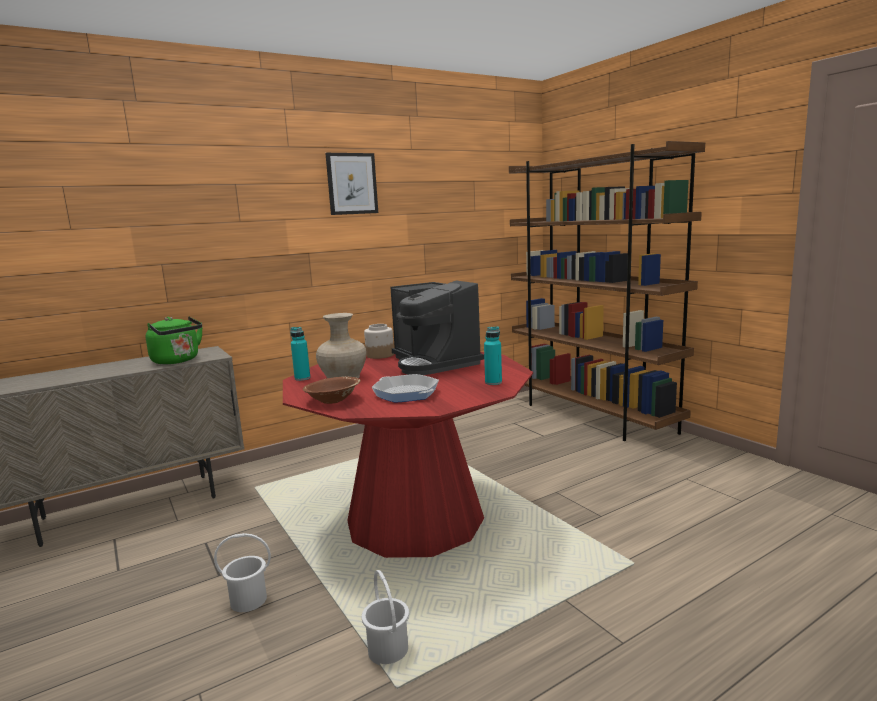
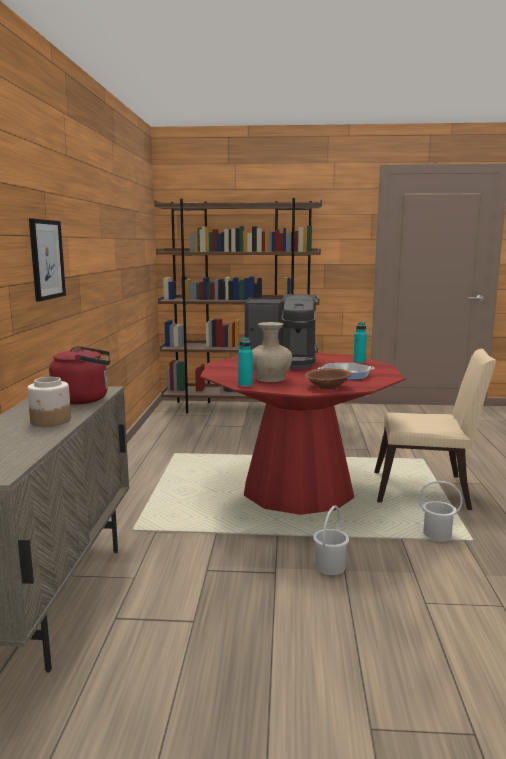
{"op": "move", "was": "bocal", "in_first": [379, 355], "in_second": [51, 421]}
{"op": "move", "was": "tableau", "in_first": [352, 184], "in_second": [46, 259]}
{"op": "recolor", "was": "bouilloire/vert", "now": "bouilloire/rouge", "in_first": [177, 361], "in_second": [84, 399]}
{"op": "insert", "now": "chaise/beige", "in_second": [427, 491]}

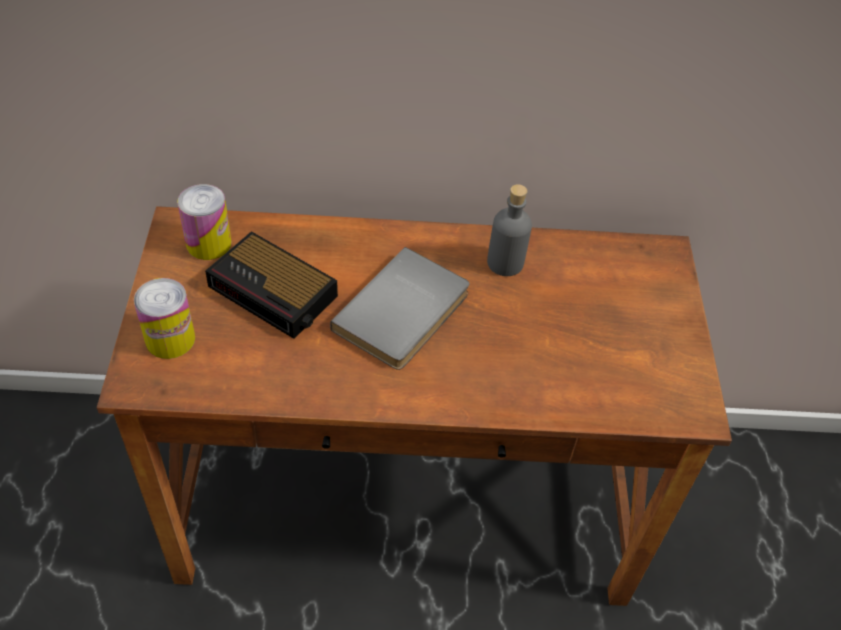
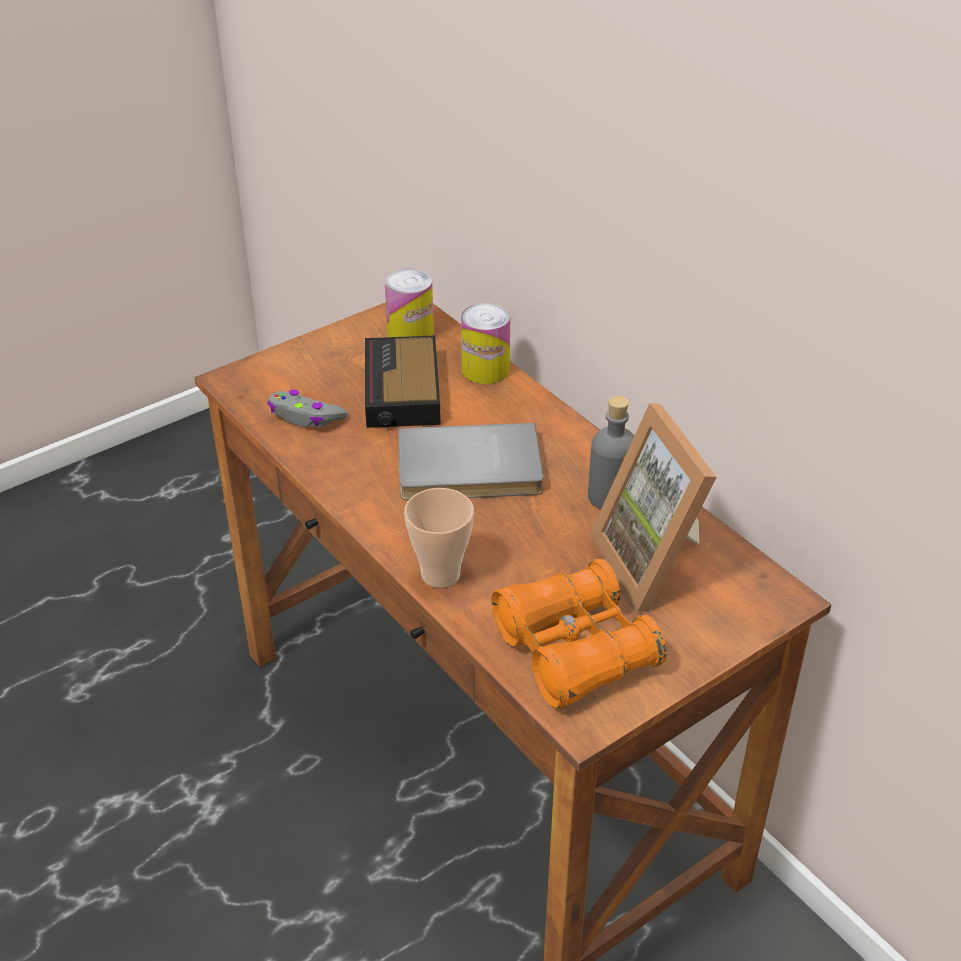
{"op": "insert", "now": "manette/gris", "in_second": [305, 417]}
{"op": "insert", "now": "tasse", "in_second": [440, 574]}
{"op": "move", "was": "boîte métallique", "in_first": [170, 339], "in_second": [485, 369]}
{"op": "insert", "now": "jumelles/orange", "in_second": [574, 650]}
{"op": "insert", "now": "cadre photo", "in_second": [657, 562]}

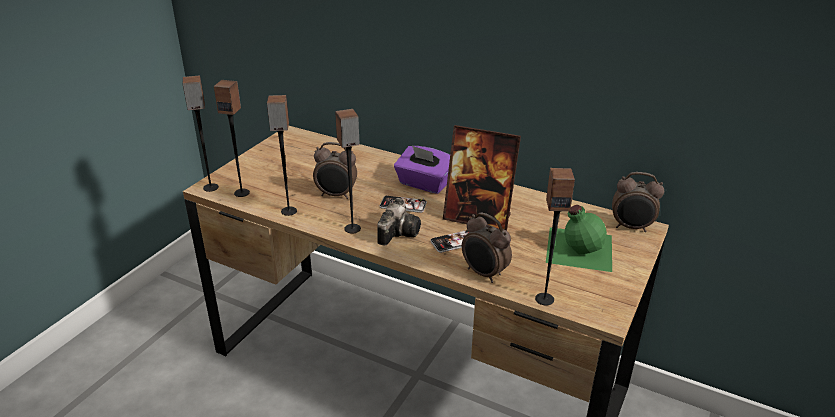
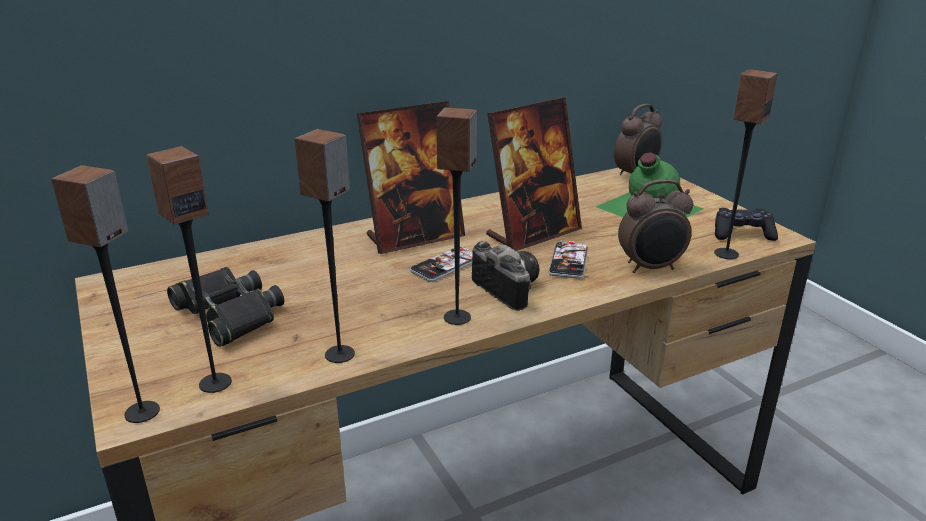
{"op": "insert", "now": "jumelles/noir", "in_second": [228, 314]}
{"op": "replace", "was": "boîte à mouchoirs/violet", "now": "cadre photo", "in_first": [424, 184], "in_second": [414, 237]}
{"op": "insert", "now": "manette/noir", "in_second": [742, 234]}
{"op": "delete", "was": "réveil", "in_first": [336, 195]}

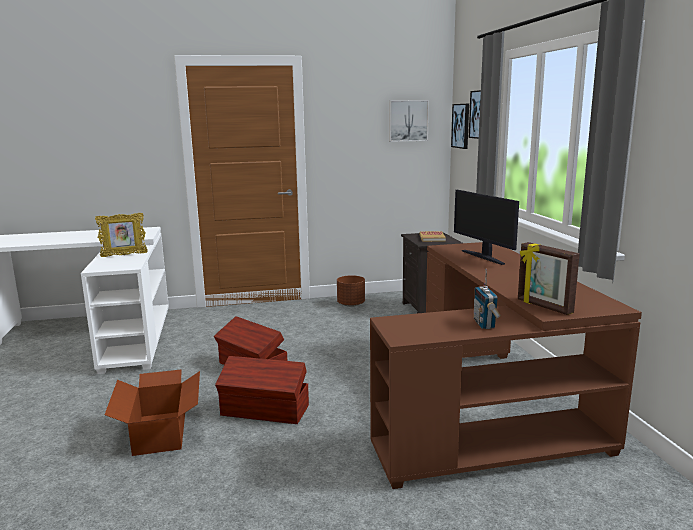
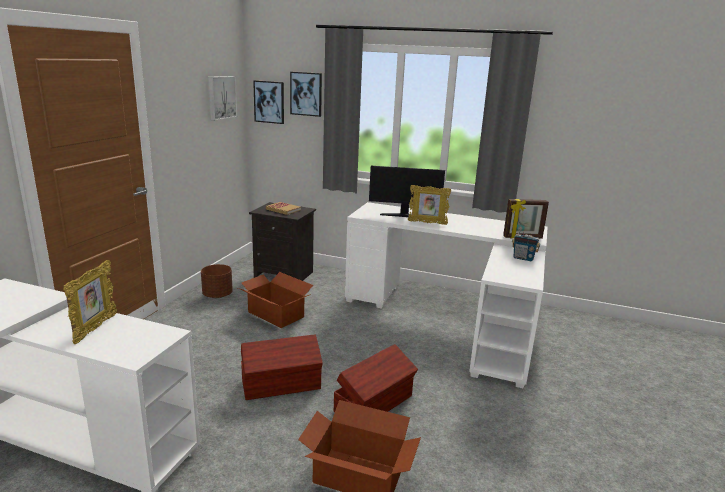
{"op": "insert", "now": "carton", "in_second": [276, 314]}
{"op": "recolor", "was": "bureau/marron", "now": "bureau/blanc", "in_first": [492, 406], "in_second": [453, 318]}
{"op": "insert", "now": "cadre photo", "in_second": [427, 223]}

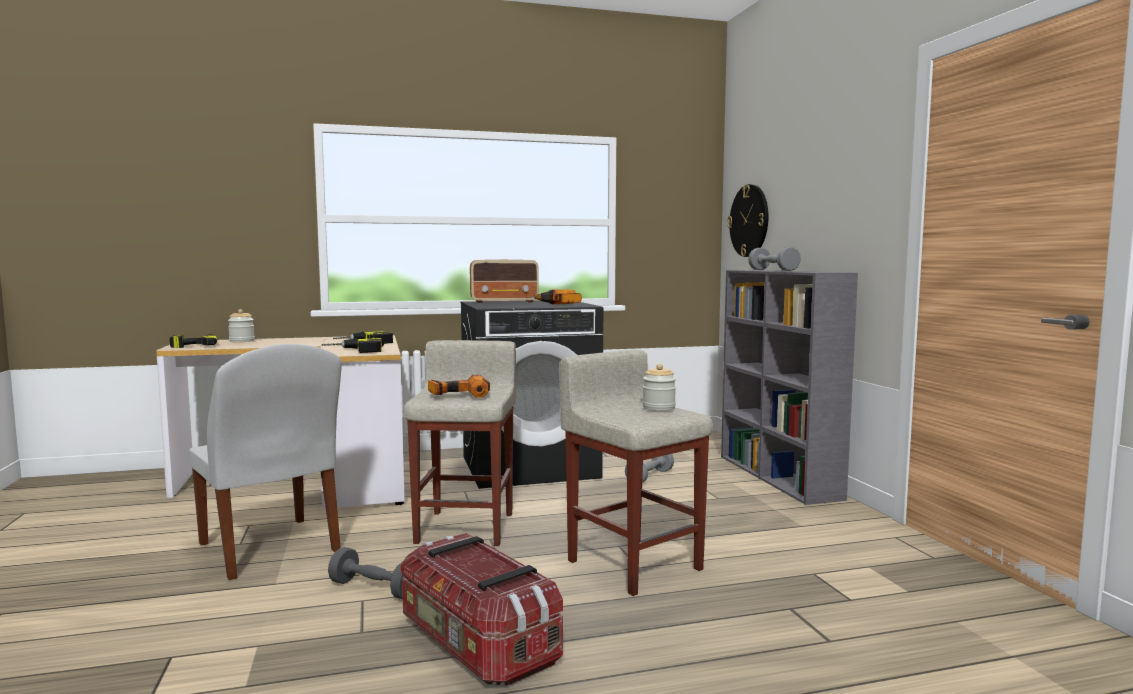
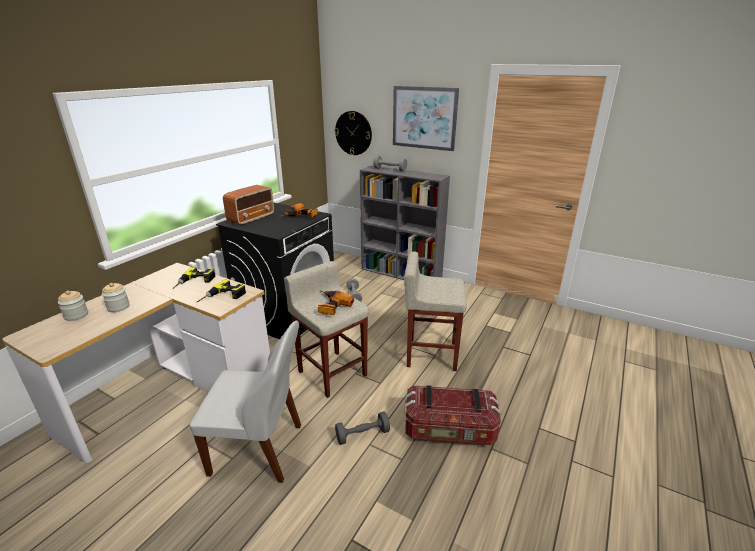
{"op": "move", "was": "bocal", "in_first": [659, 407], "in_second": [118, 307]}
{"op": "insert", "now": "tableau", "in_second": [424, 118]}
{"op": "delete", "was": "perceuse", "in_first": [195, 344]}

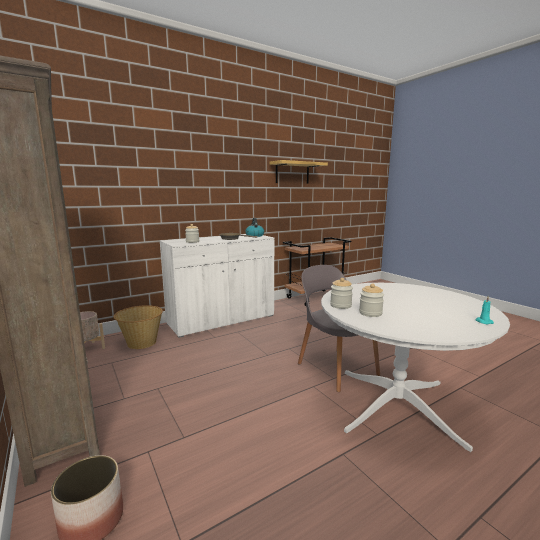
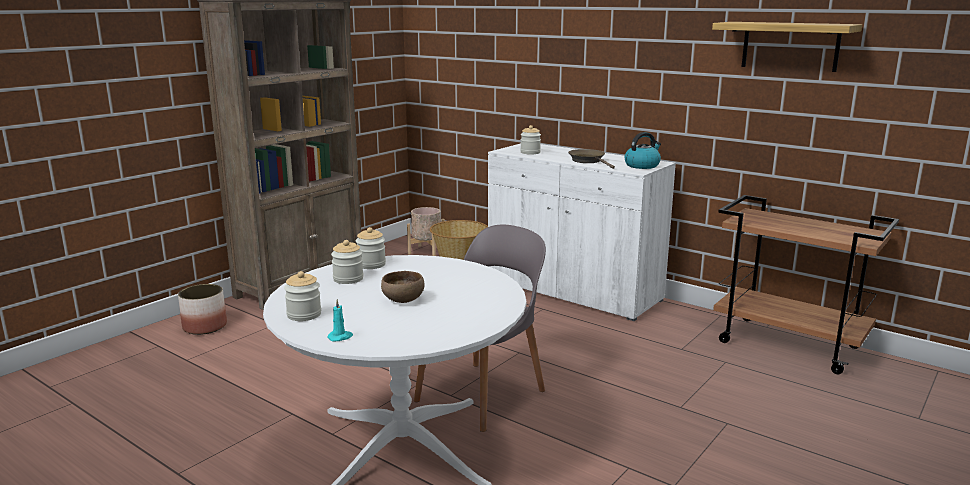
{"op": "insert", "now": "bocal", "in_second": [304, 315]}
{"op": "insert", "now": "bol/marron", "in_second": [402, 300]}

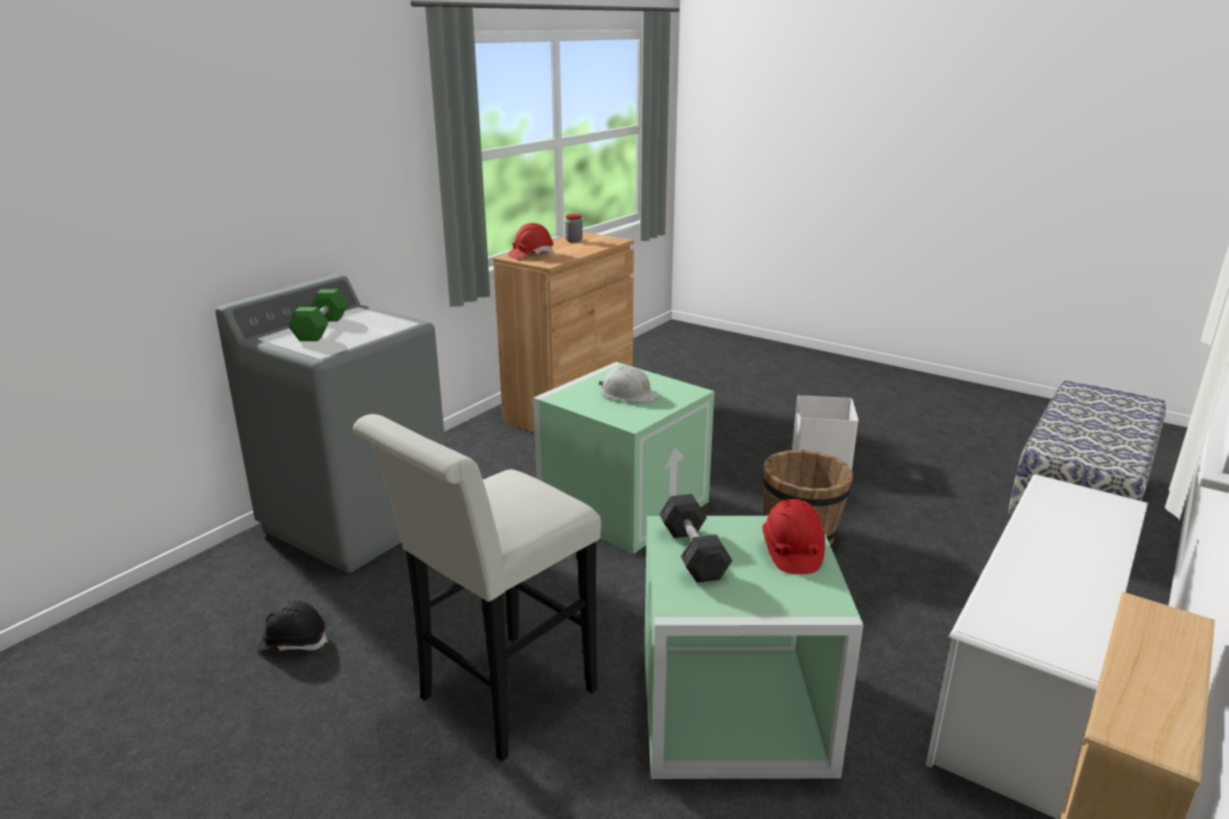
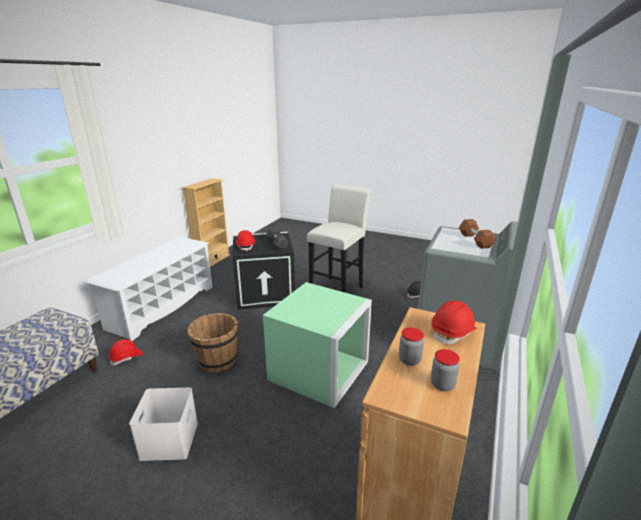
{"op": "insert", "now": "casque de chantier/rouge", "in_second": [126, 358]}
{"op": "recolor", "was": "boîte de rangement/vert", "now": "boîte de rangement/noir", "in_first": [731, 711], "in_second": [266, 292]}
{"op": "insert", "now": "bocal", "in_second": [409, 360]}
{"op": "recolor", "was": "haltère/vert", "now": "haltère/marron", "in_first": [321, 328], "in_second": [475, 240]}
{"op": "delete", "was": "casque de chantier/blanc", "in_first": [629, 394]}

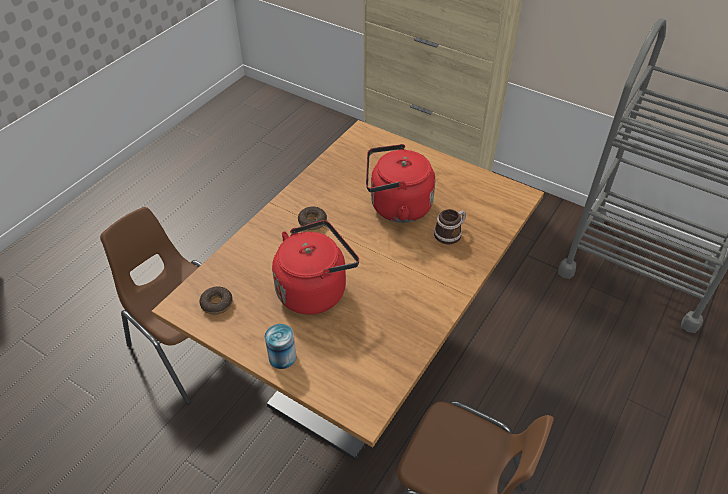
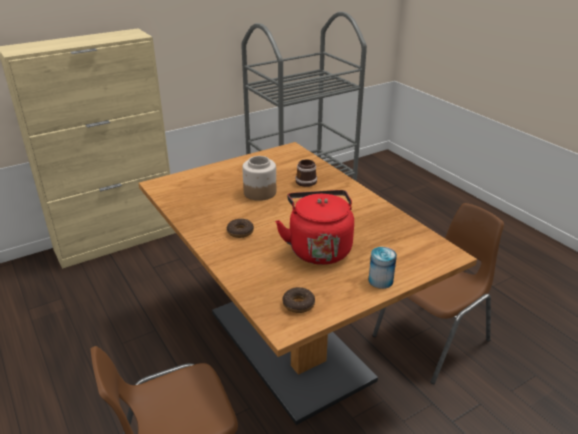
{"op": "replace", "was": "bouilloire/rouge", "now": "bocal", "in_first": [396, 207], "in_second": [259, 192]}

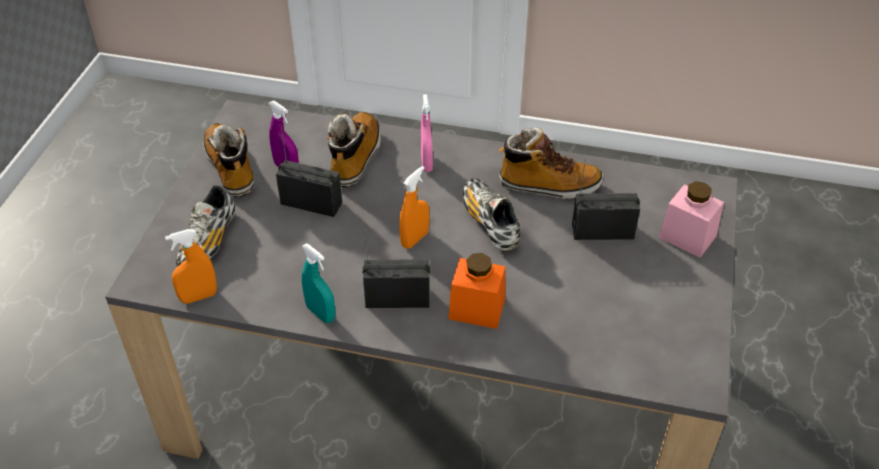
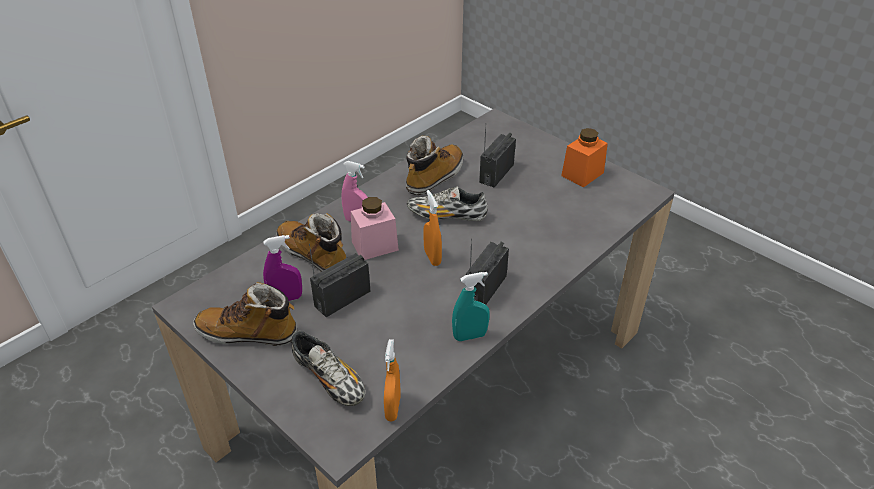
{"op": "move", "was": "bocal/rose", "in_first": [687, 237], "in_second": [375, 246]}
{"op": "move", "was": "bocal/orange", "in_first": [477, 309], "in_second": [582, 174]}

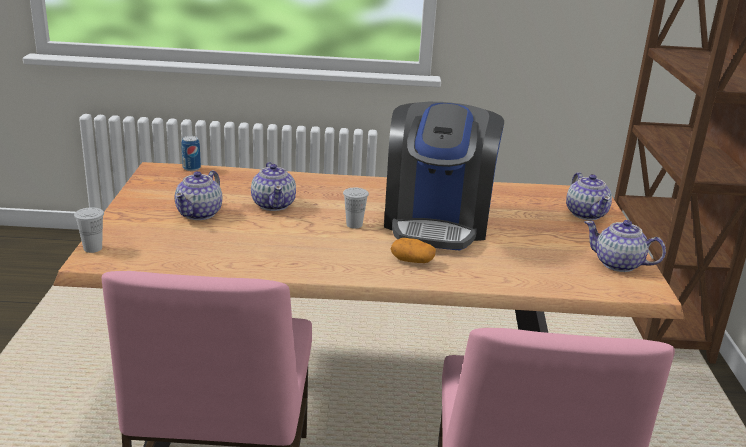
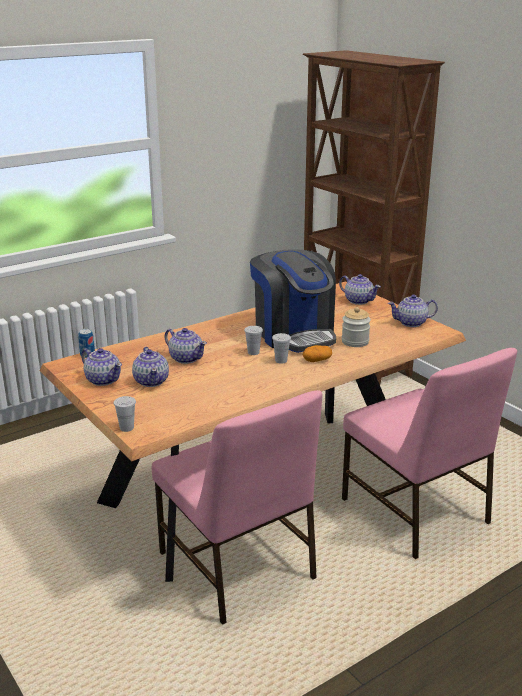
{"op": "insert", "now": "théière", "in_second": [103, 380]}
{"op": "insert", "now": "tasse/blanc", "in_second": [281, 360]}
{"op": "insert", "now": "bocal", "in_second": [355, 342]}

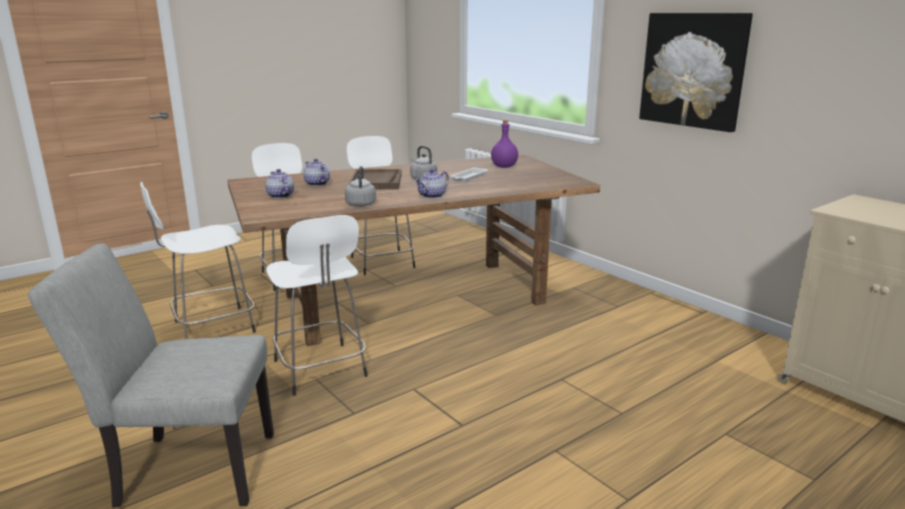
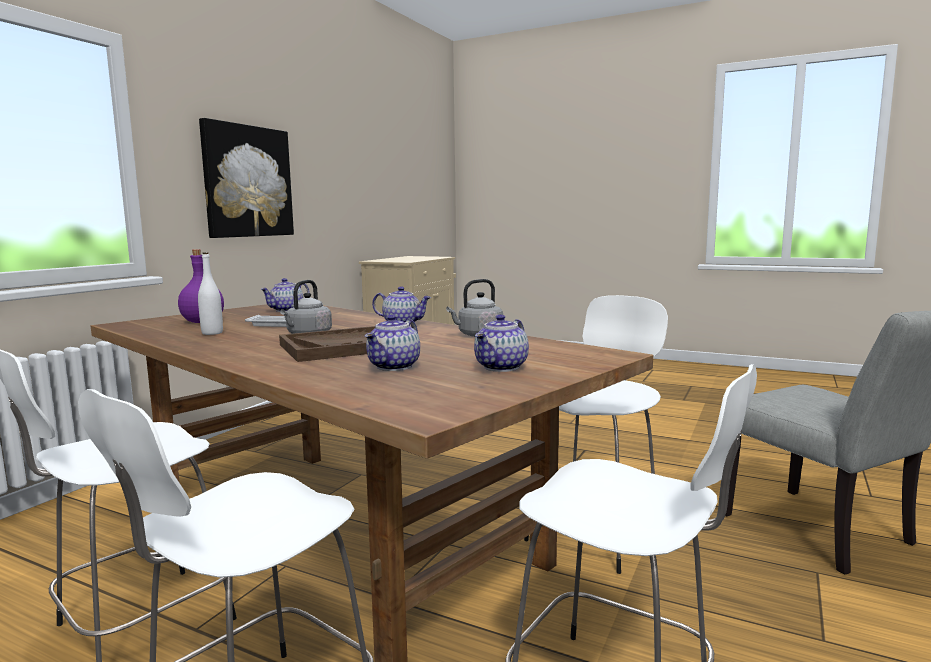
{"op": "insert", "now": "bouteille/blanc", "in_second": [212, 333]}
{"op": "insert", "now": "théière", "in_second": [287, 310]}

